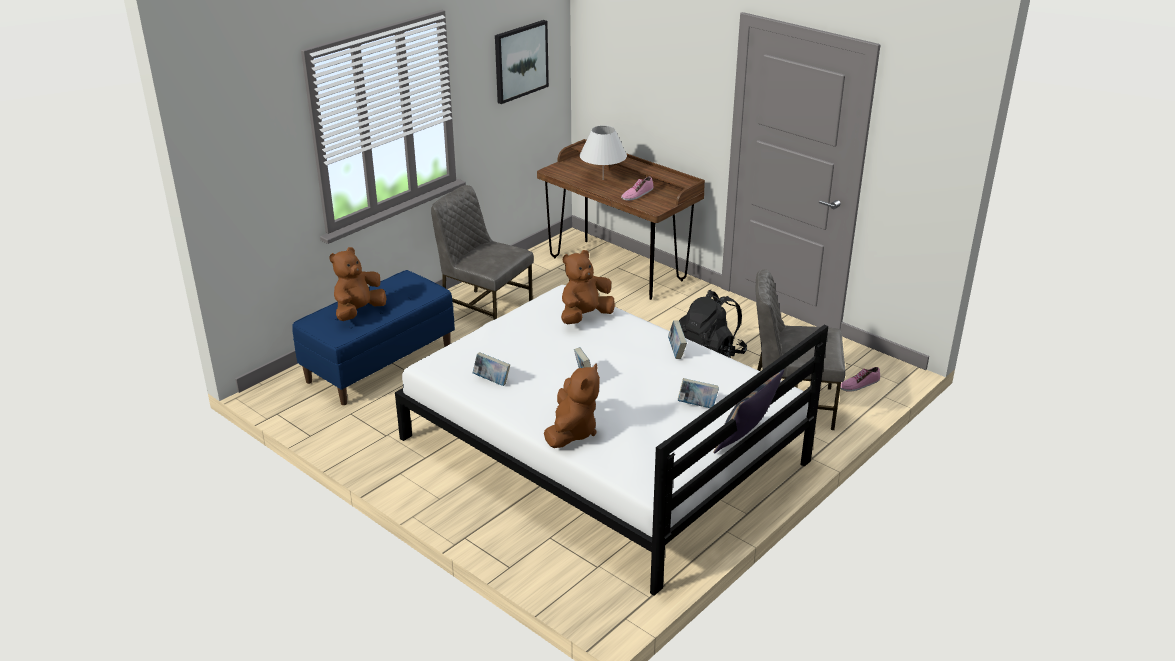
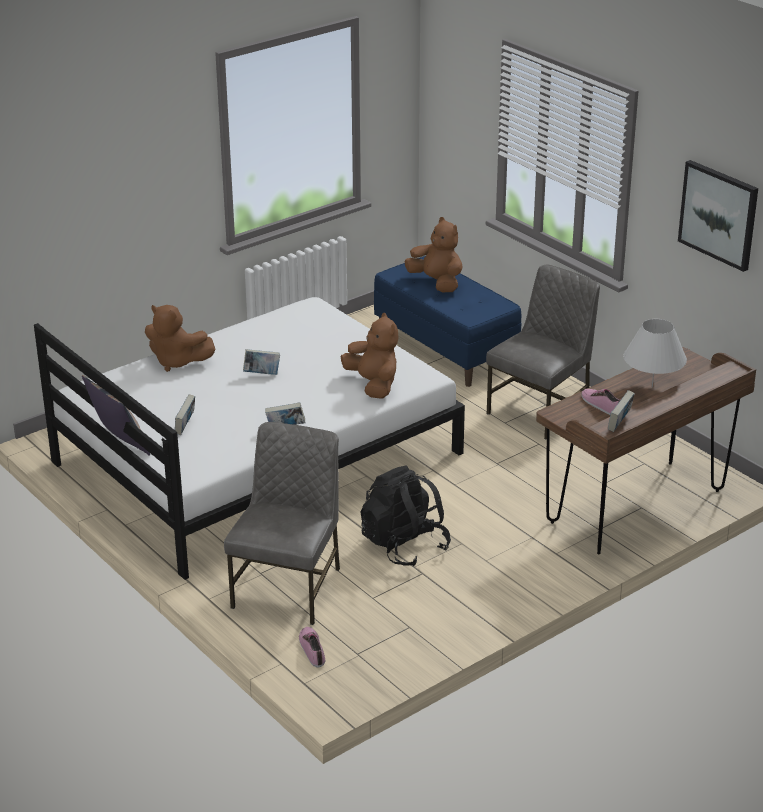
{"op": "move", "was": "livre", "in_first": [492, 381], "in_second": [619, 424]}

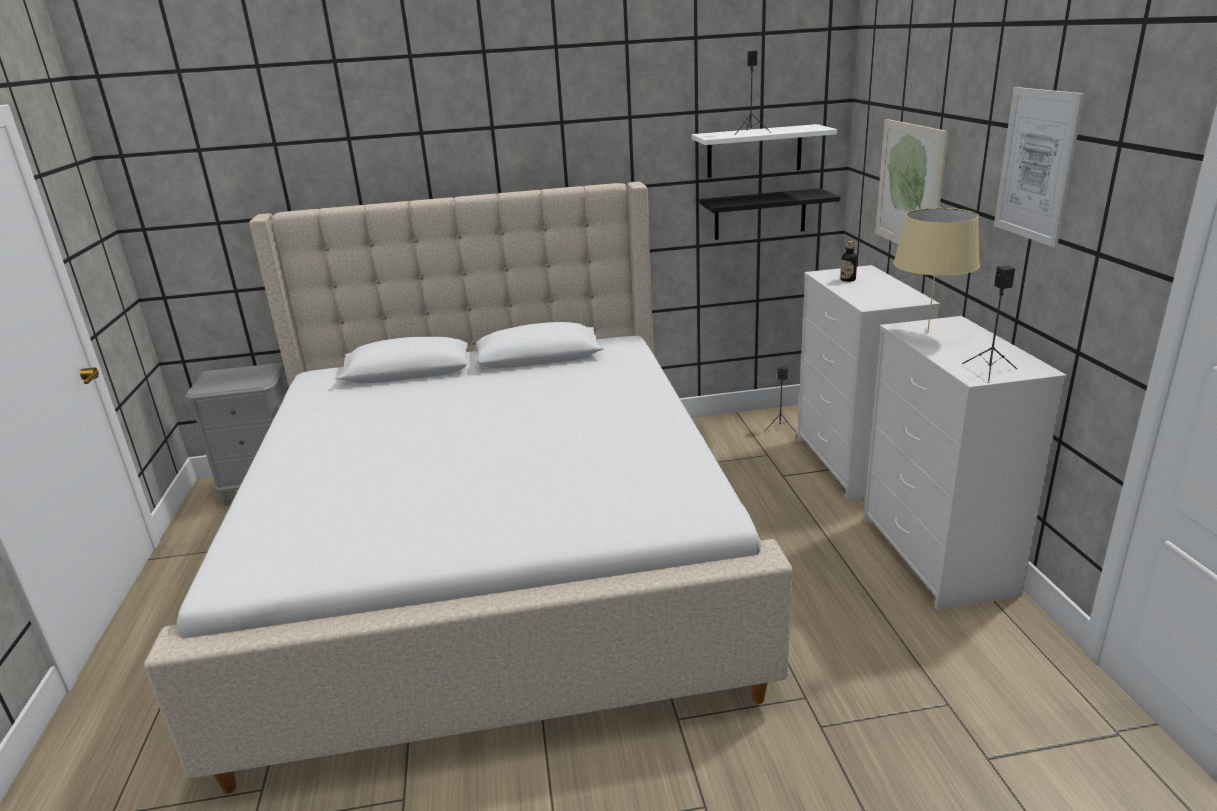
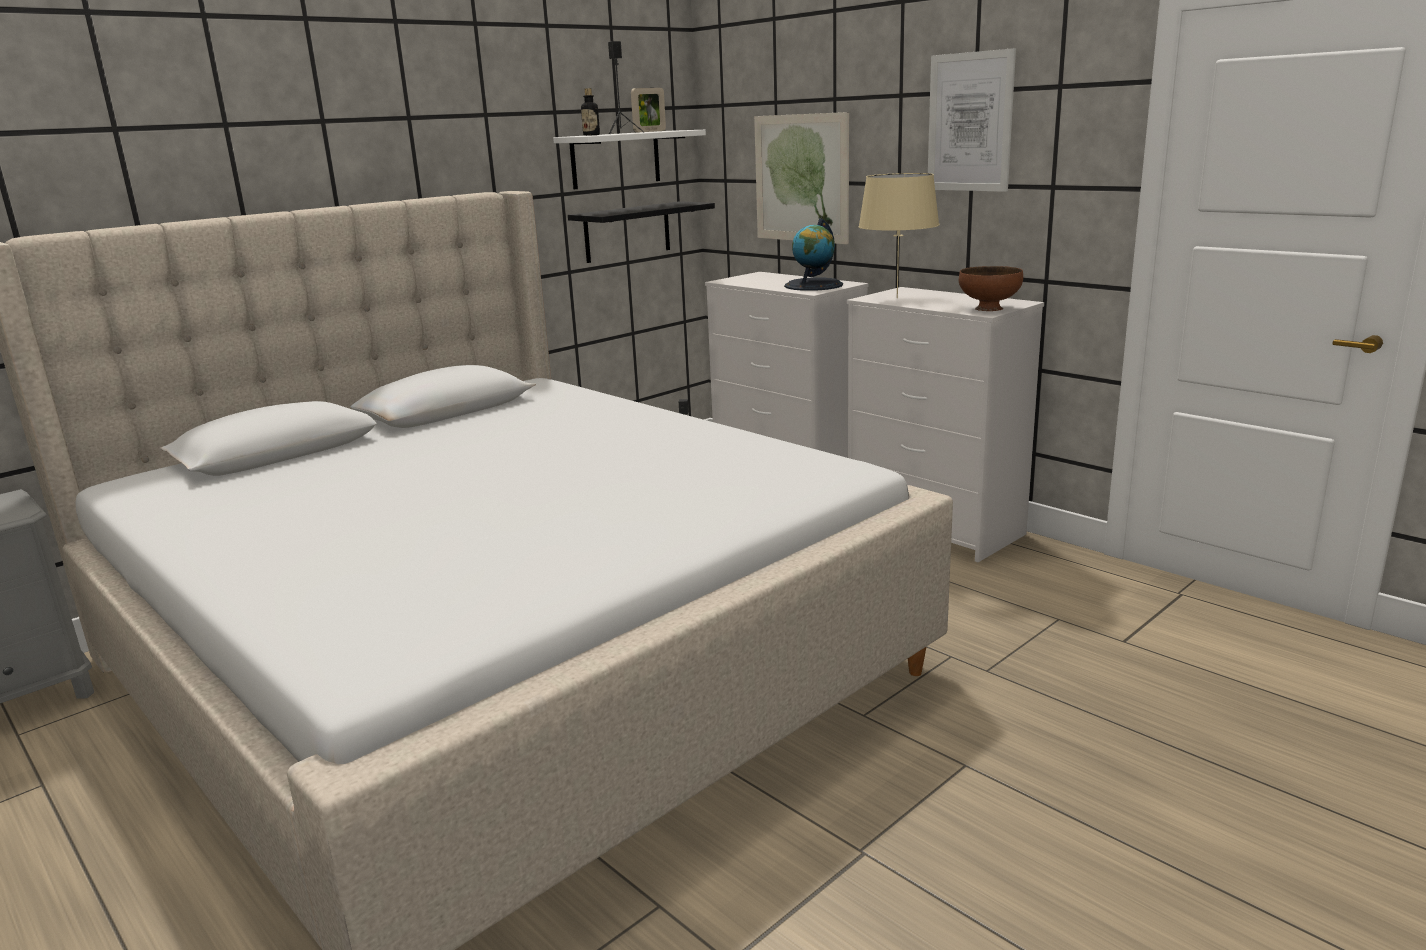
{"op": "move", "was": "bouteille", "in_first": [848, 280], "in_second": [591, 135]}
{"op": "insert", "now": "cadre photo", "in_second": [649, 131]}
{"op": "insert", "now": "globe", "in_second": [813, 285]}
{"op": "replace", "was": "enceinte/noir", "now": "bol/marron", "in_first": [989, 371], "in_second": [989, 308]}

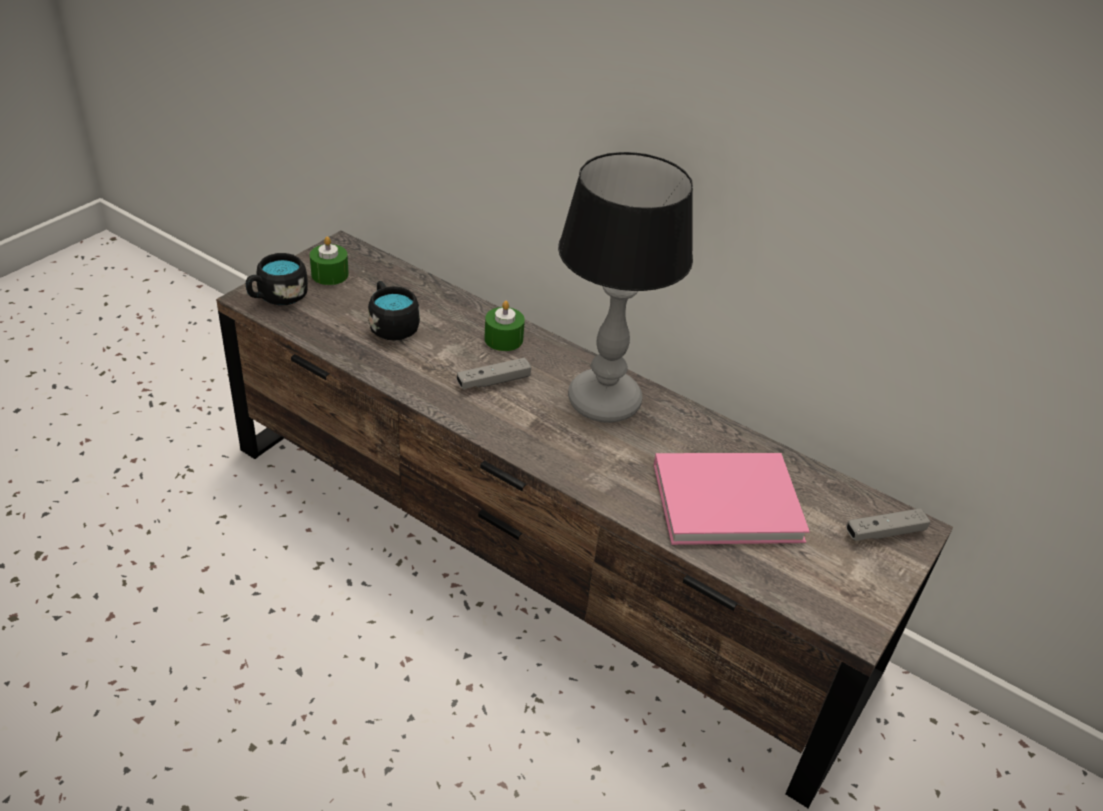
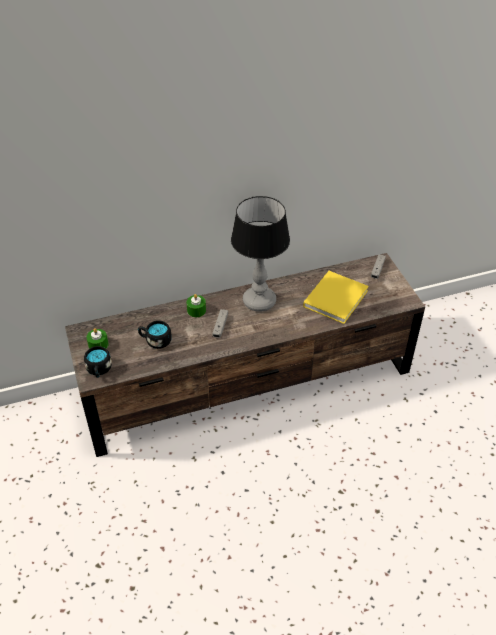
{"op": "recolor", "was": "livre/rose", "now": "livre/jaune", "in_first": [731, 502], "in_second": [336, 297]}

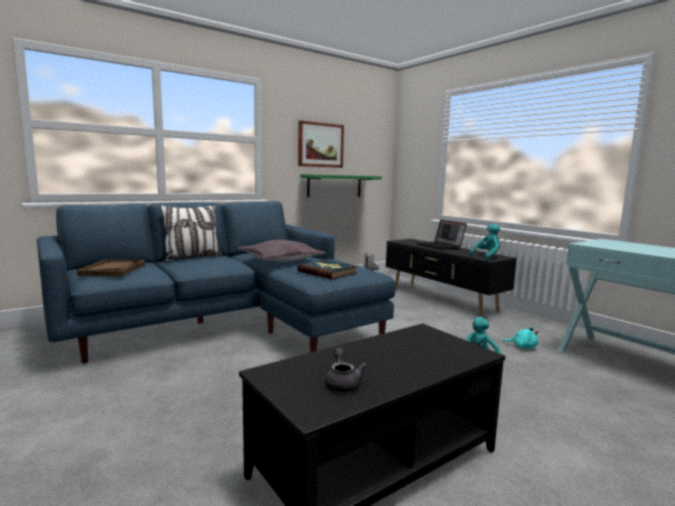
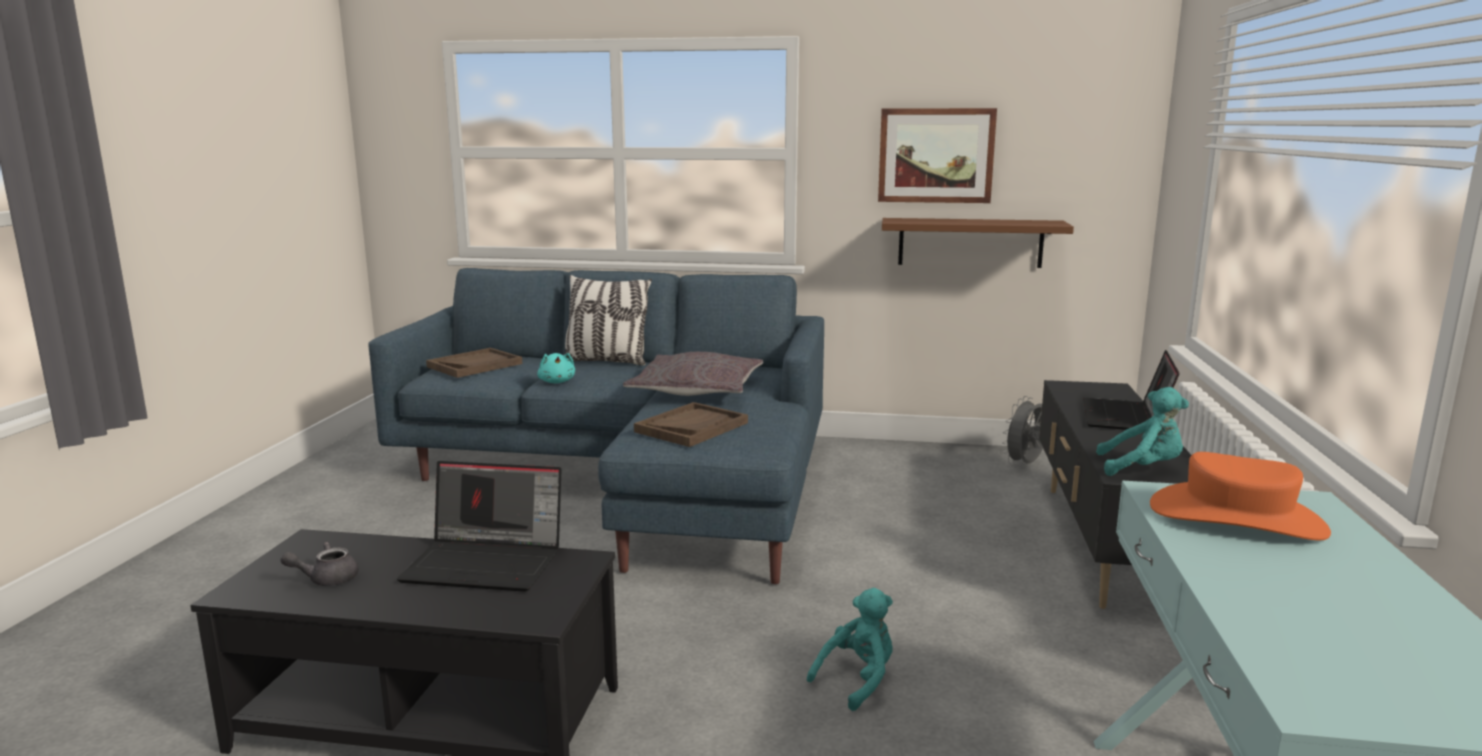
{"op": "rotate", "was": "théière/gris", "in_first": [342, 383], "in_second": [326, 579], "clockwise": -150}
{"op": "insert", "now": "ordinateur portable", "in_second": [487, 563]}
{"op": "move", "was": "peluche/turquoise", "in_first": [522, 347], "in_second": [557, 382]}
{"op": "replace", "was": "livre", "now": "plateau/marron", "in_first": [327, 272], "in_second": [691, 427]}
{"op": "recolor", "was": "étagère/vert", "now": "étagère/marron", "in_first": [334, 186], "in_second": [970, 242]}
{"op": "insert", "now": "chapeau/orange", "in_second": [1236, 517]}

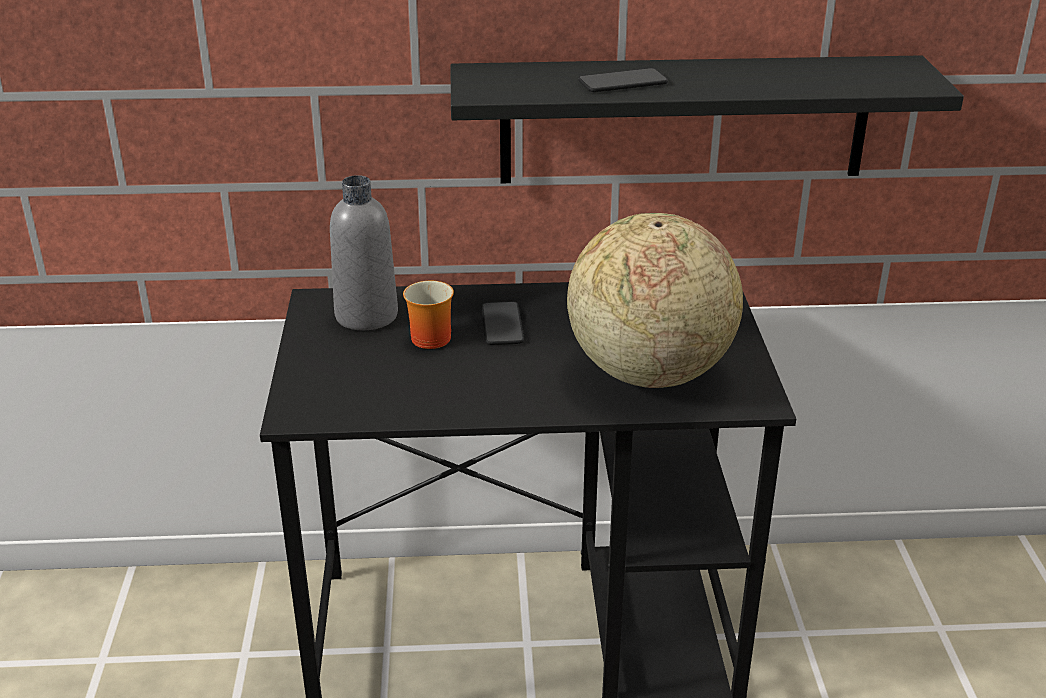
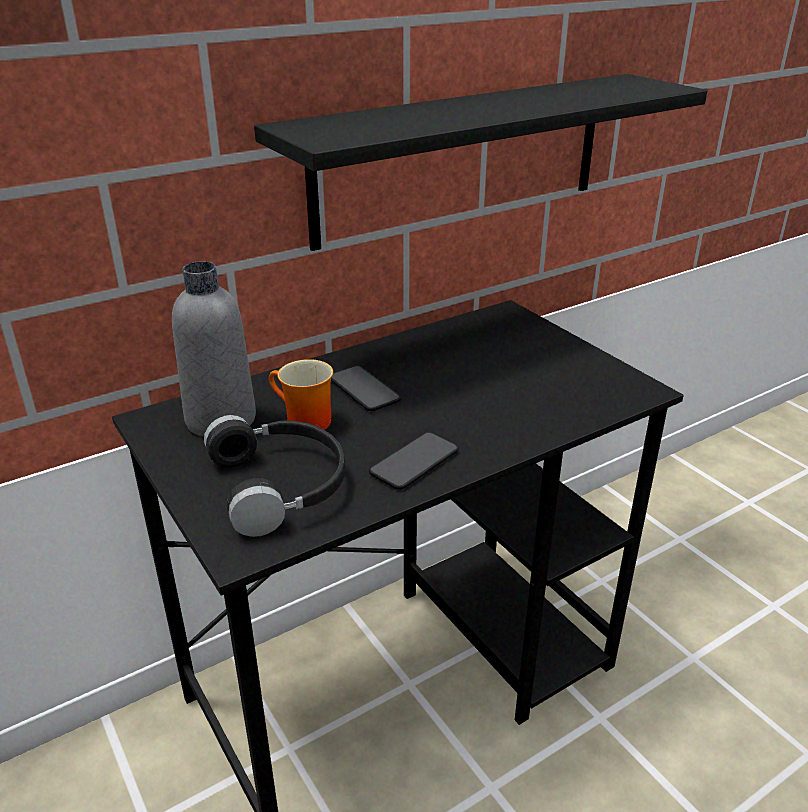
{"op": "insert", "now": "casque audio/noir", "in_second": [282, 484]}
{"op": "move", "was": "téléphone", "in_first": [622, 82], "in_second": [414, 462]}
{"op": "delete", "was": "globe", "in_first": [648, 372]}

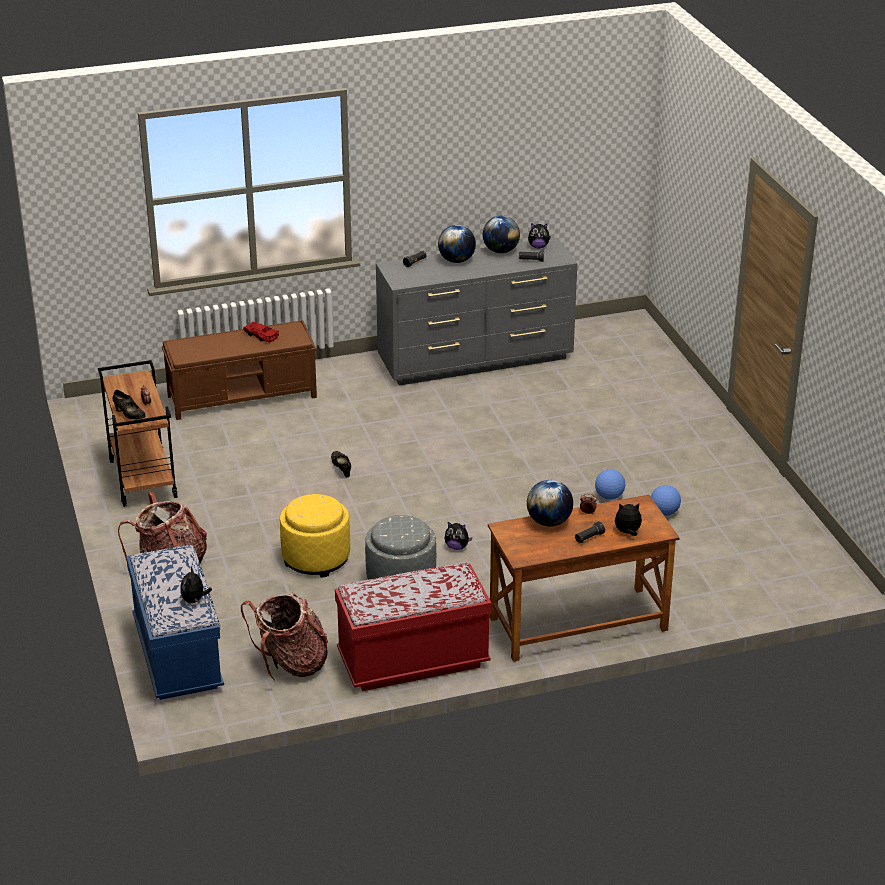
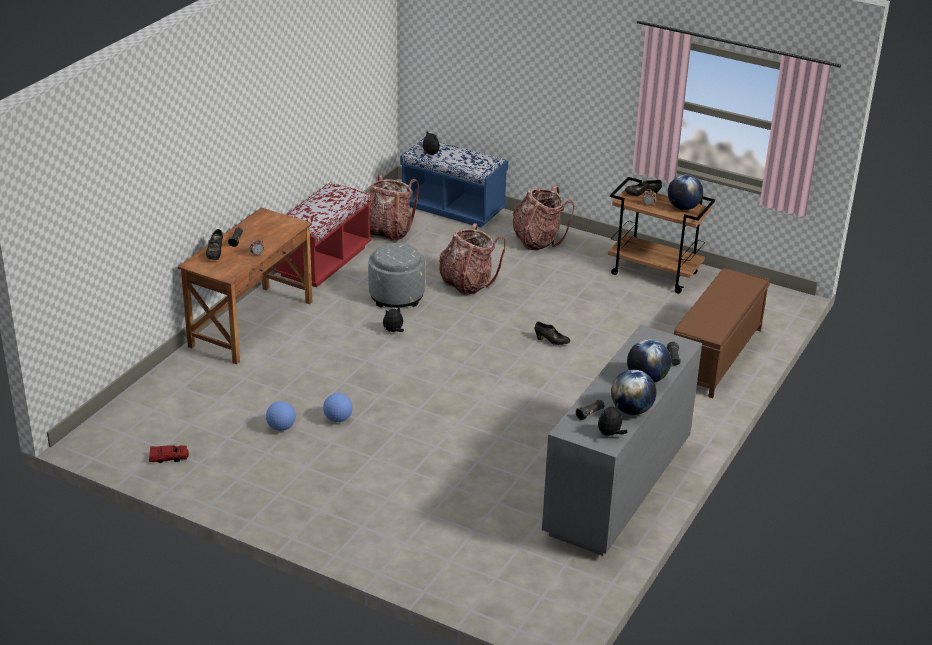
{"op": "move", "was": "petite voiture/rouge", "in_first": [260, 336], "in_second": [168, 457]}
{"op": "replace", "was": "peluche", "now": "chaussure/noir", "in_first": [627, 532], "in_second": [215, 254]}
{"op": "replace", "was": "pouf/jaune", "now": "sac à dos", "in_first": [316, 558], "in_second": [467, 283]}
{"op": "move", "was": "globe", "in_first": [549, 522], "in_second": [683, 207]}

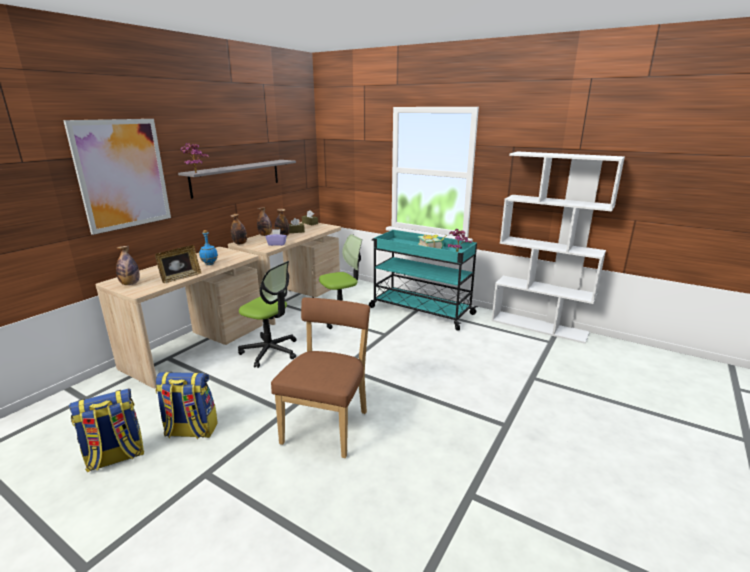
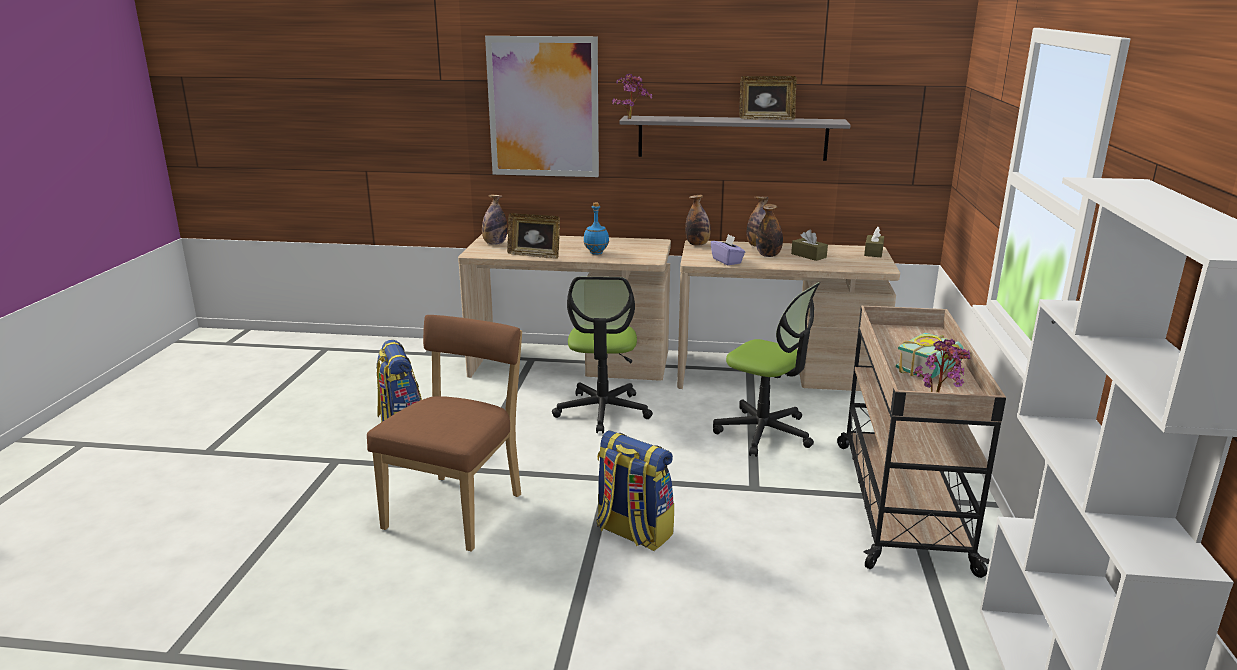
{"op": "rotate", "was": "chaise/marron", "in_first": [328, 425], "in_second": [458, 508], "clockwise": -60}
{"op": "move", "was": "sac à dos", "in_first": [115, 457], "in_second": [633, 532]}
{"op": "insert", "now": "cadre photo", "in_second": [766, 119]}
{"op": "recolor", "was": "chariot/turquoise", "now": "chariot/beige", "in_first": [420, 310], "in_second": [900, 502]}

